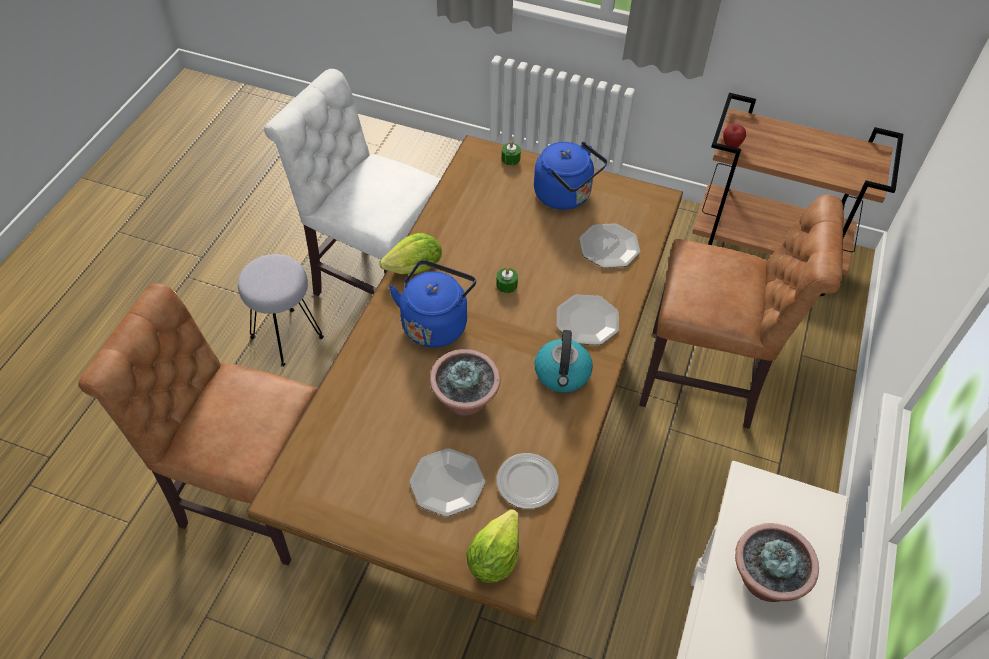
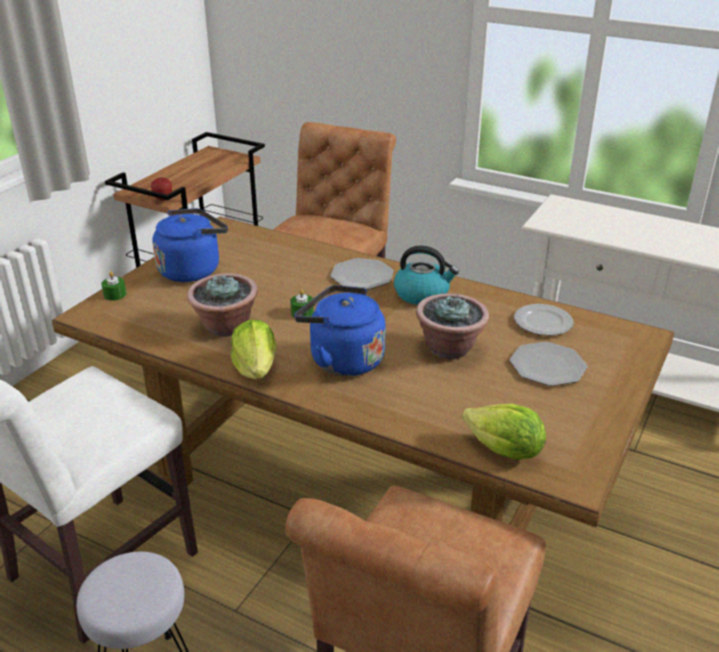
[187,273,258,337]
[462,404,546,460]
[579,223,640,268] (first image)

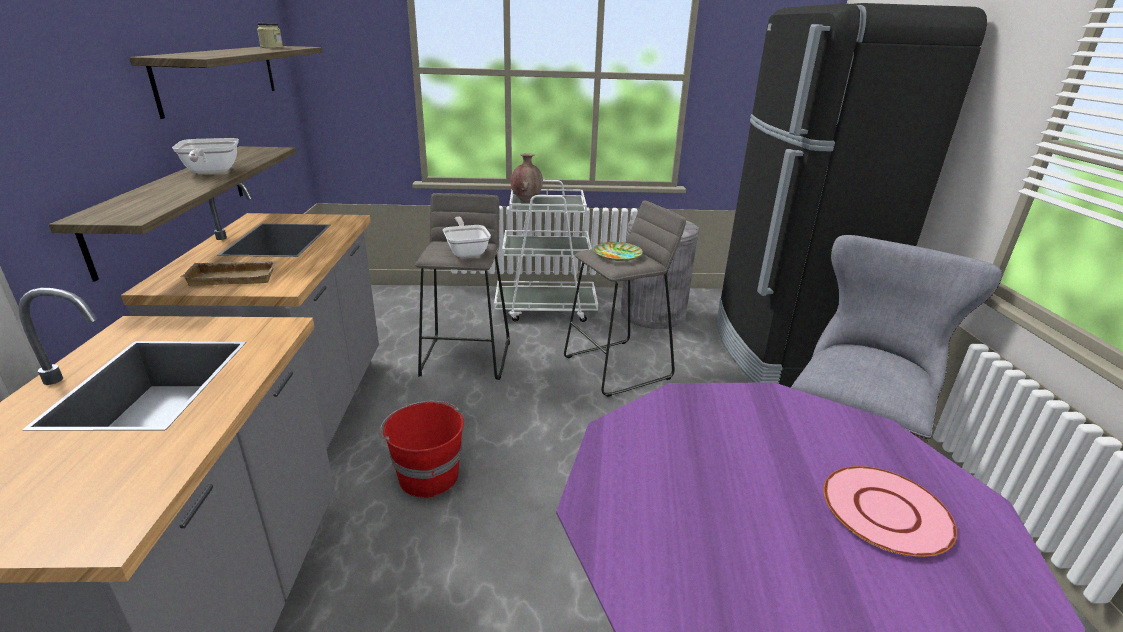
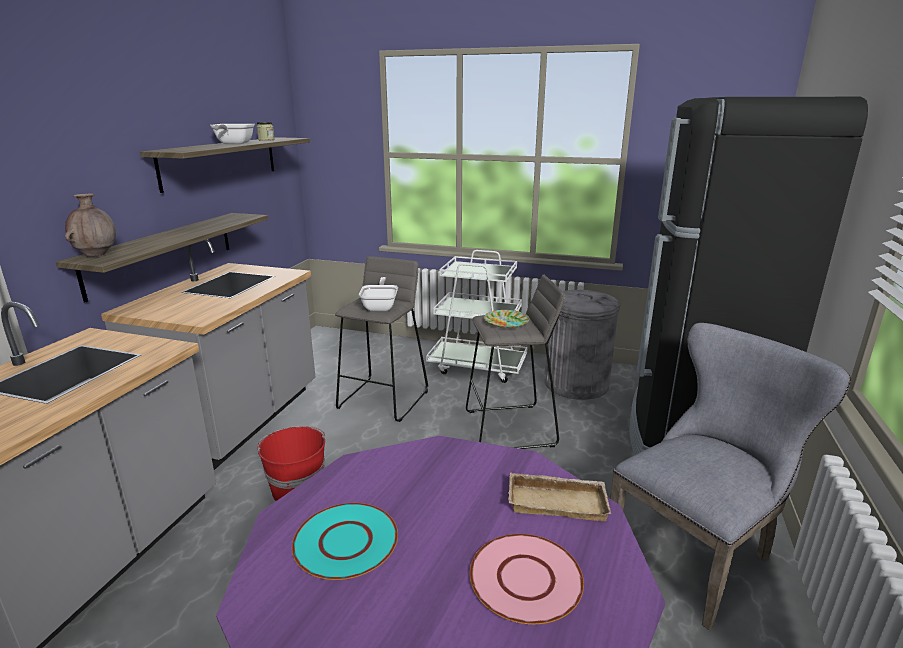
[65,193,116,257]
[210,124,255,144]
[292,503,398,580]
[508,473,611,521]

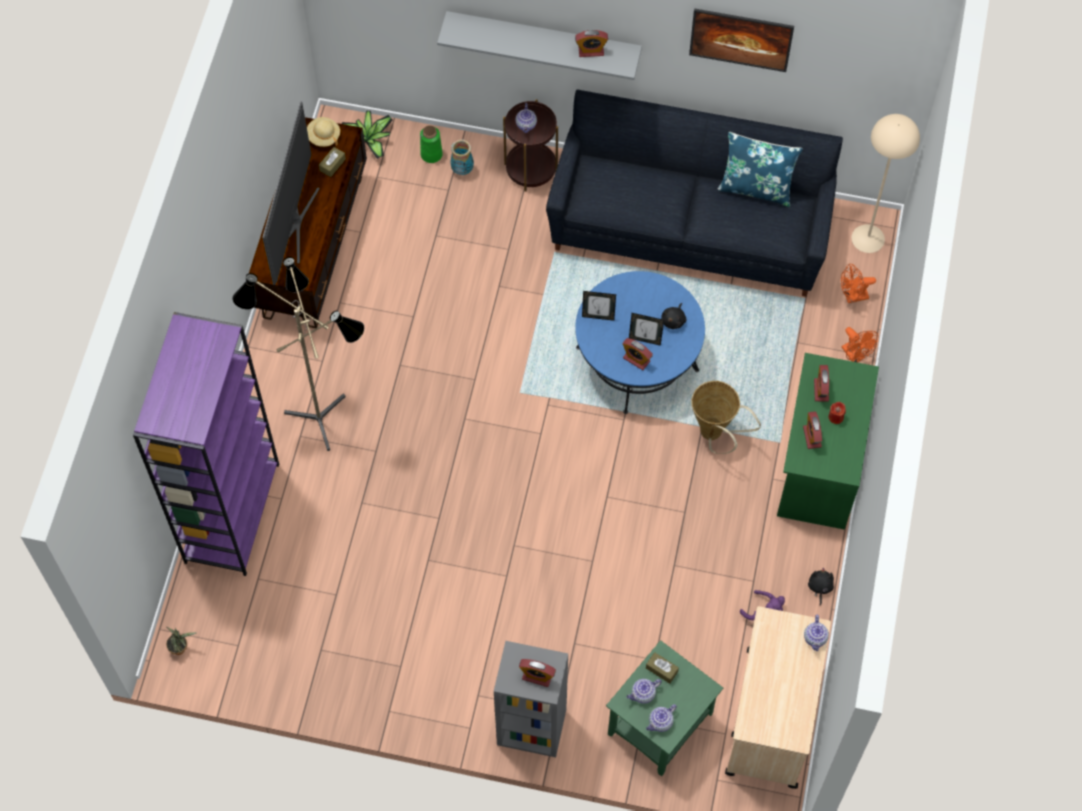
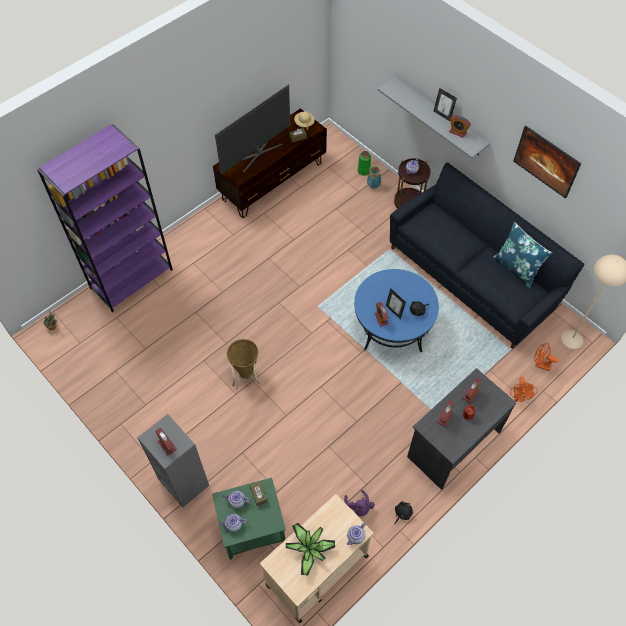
[227,339,260,387]
[286,523,335,576]
[407,368,516,490]
[434,88,457,121]
[232,257,364,451] (first image)

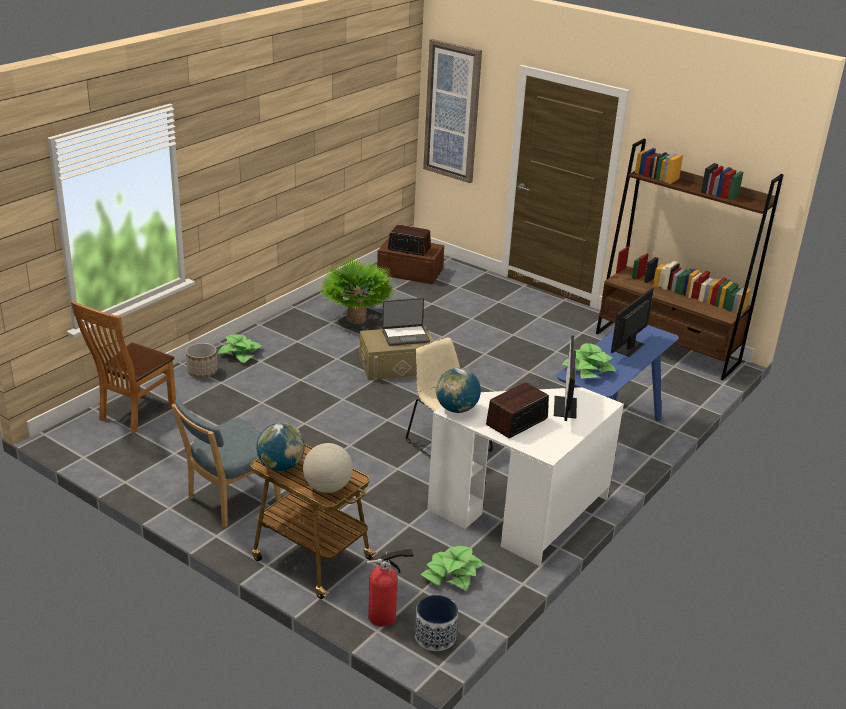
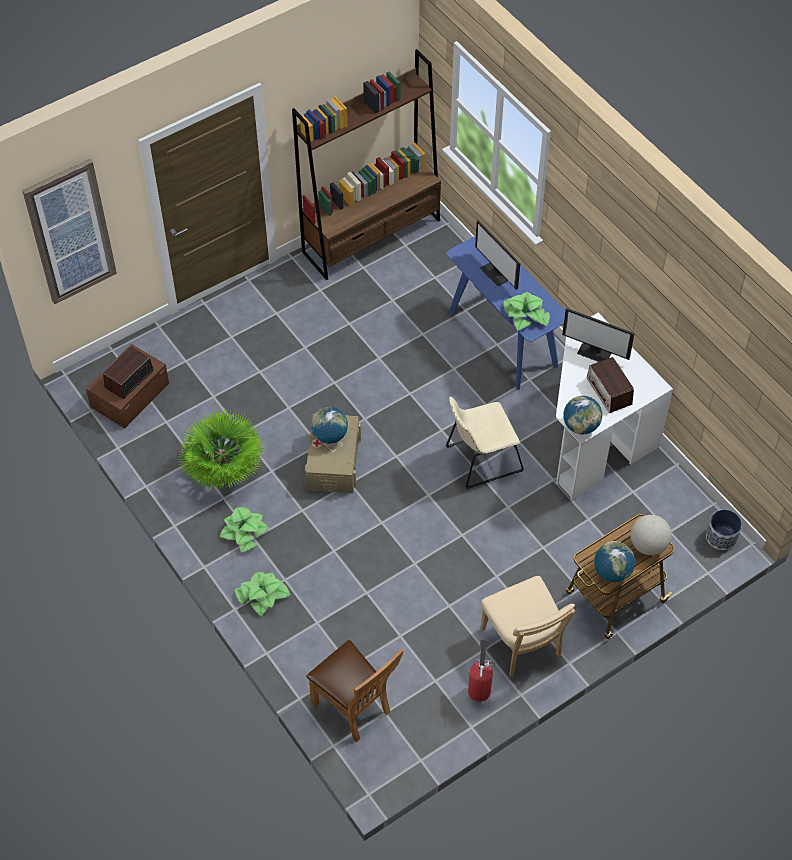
[220,507,269,552]
[311,407,348,444]
[468,640,495,702]
[481,576,576,677]
[186,343,218,378] (first image)

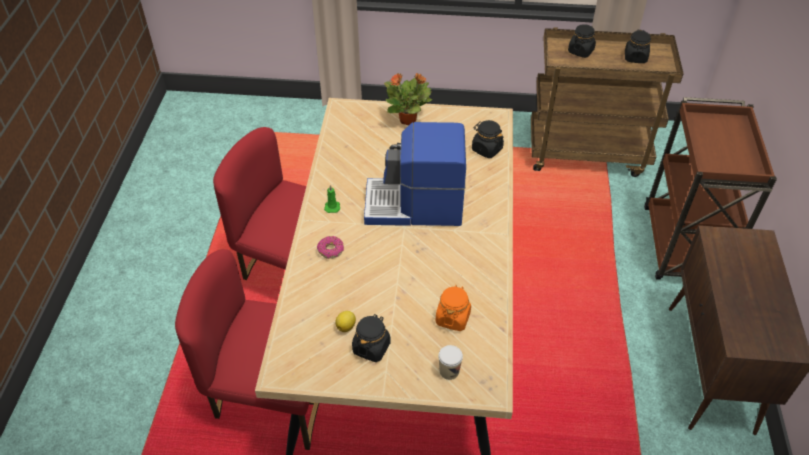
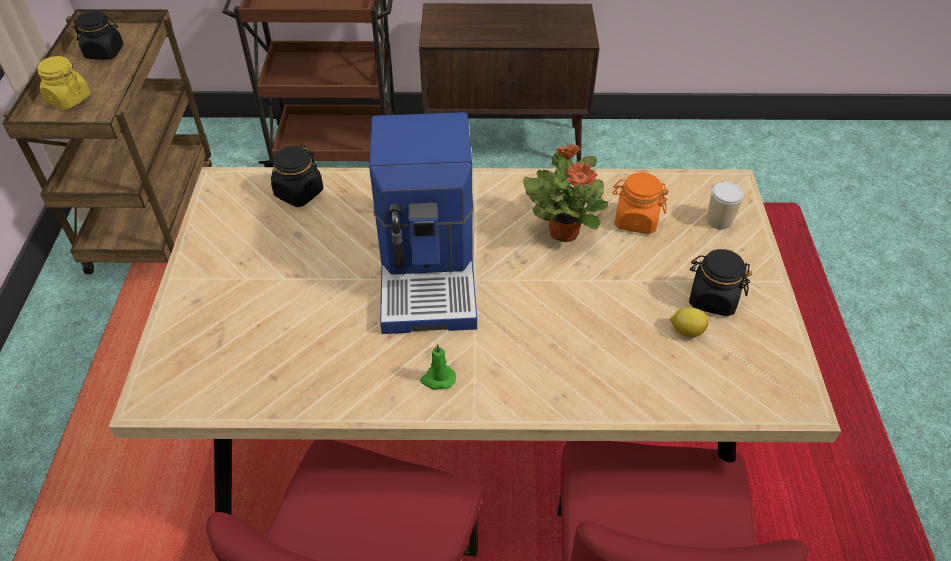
[37,56,90,110]
[523,144,608,242]
[317,236,344,259] (first image)

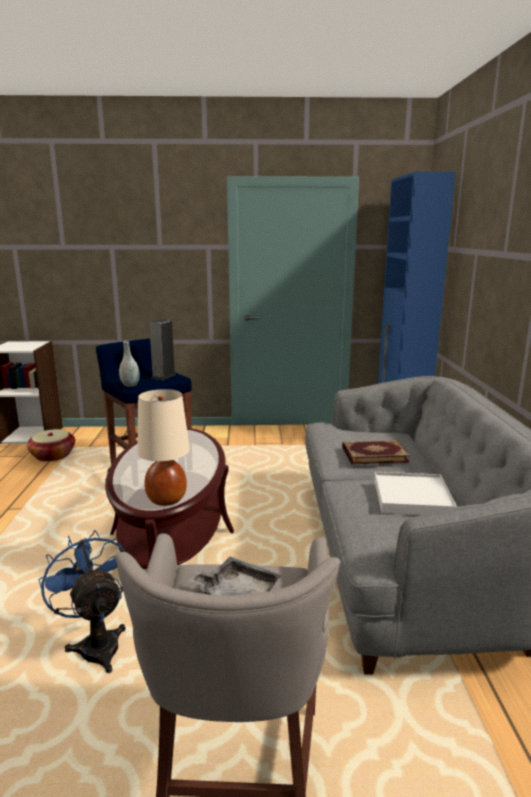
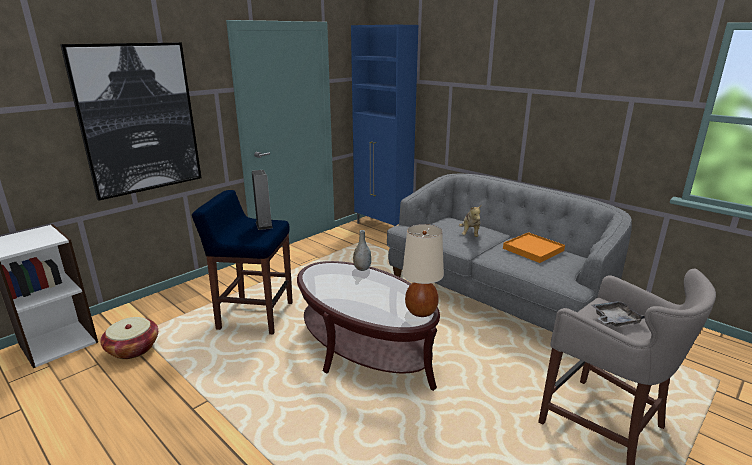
[60,43,201,201]
[353,230,372,271]
[459,204,482,237]
[503,232,565,263]
[39,530,126,673] (first image)

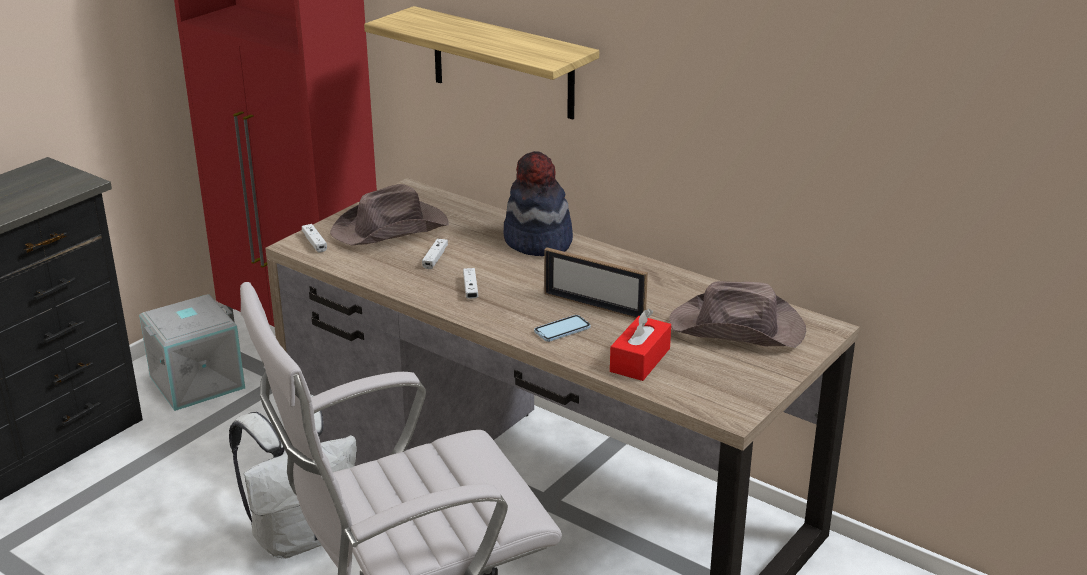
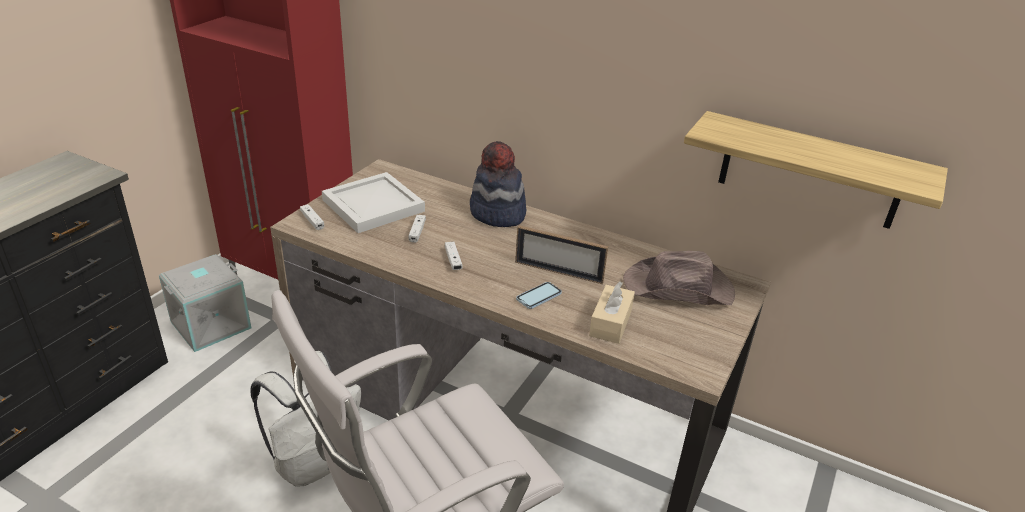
[322,172,425,233]
[589,282,635,344]
[684,111,948,229]

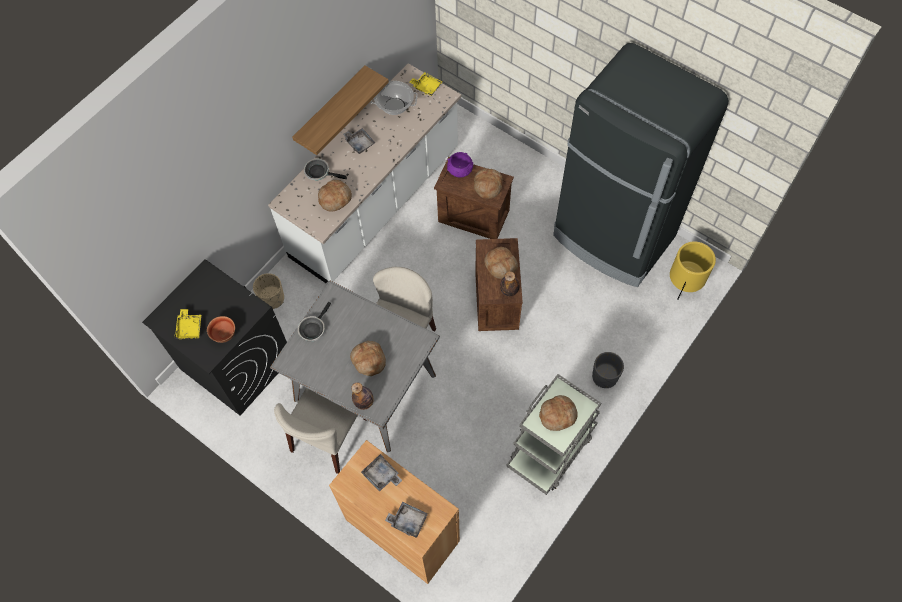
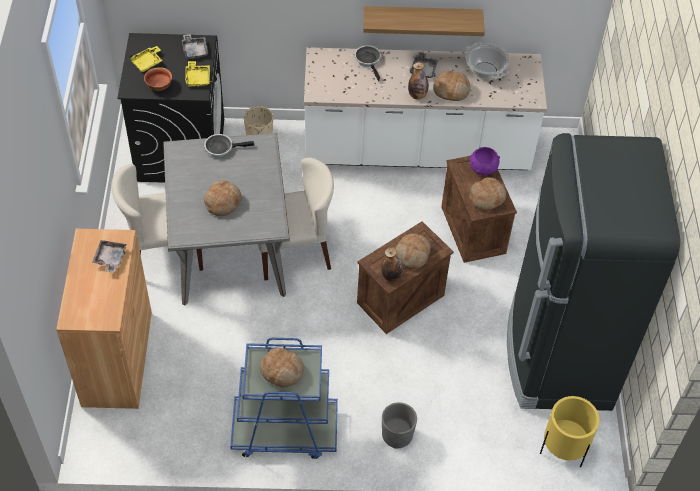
[182,34,208,59]
[185,61,210,87]
[230,338,338,459]
[408,62,429,100]
[433,71,470,101]

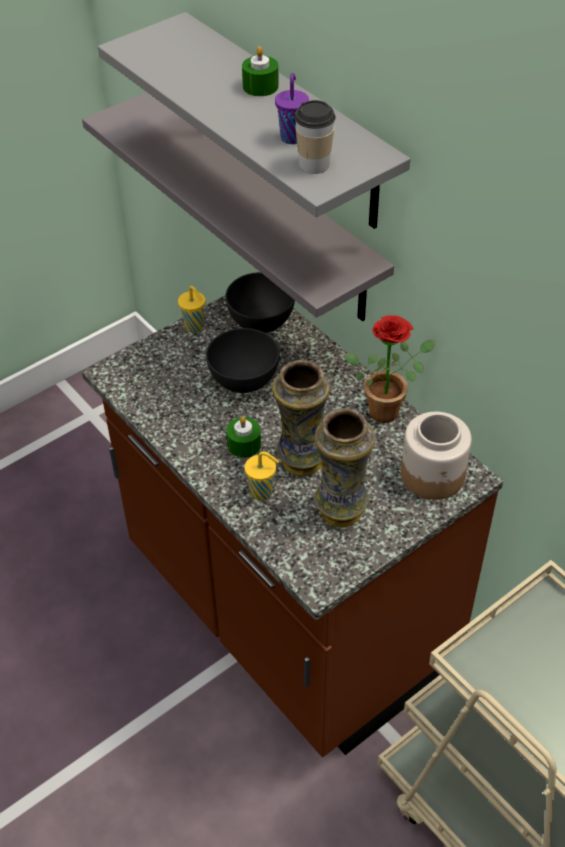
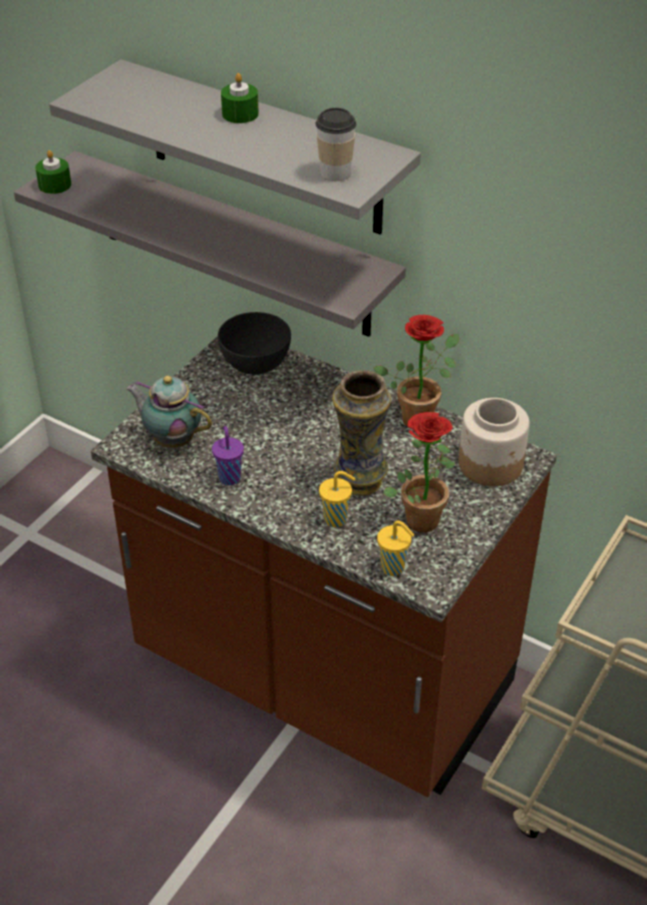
[35,150,71,194]
[126,376,212,448]
[212,426,244,485]
[377,520,414,576]
[383,412,455,533]
[206,328,280,393] (first image)

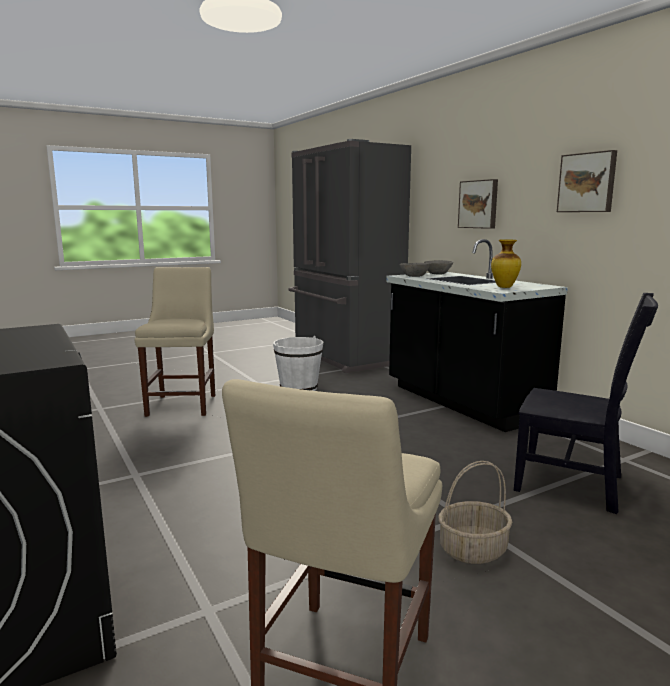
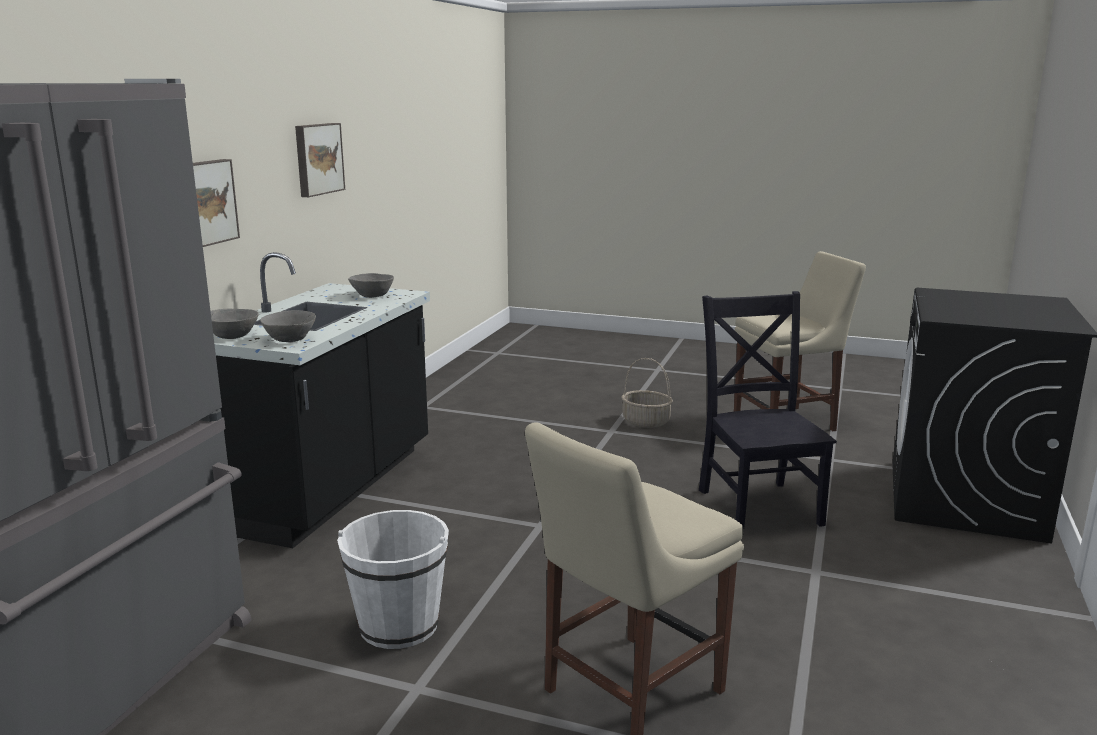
[348,273,394,298]
[699,291,837,534]

